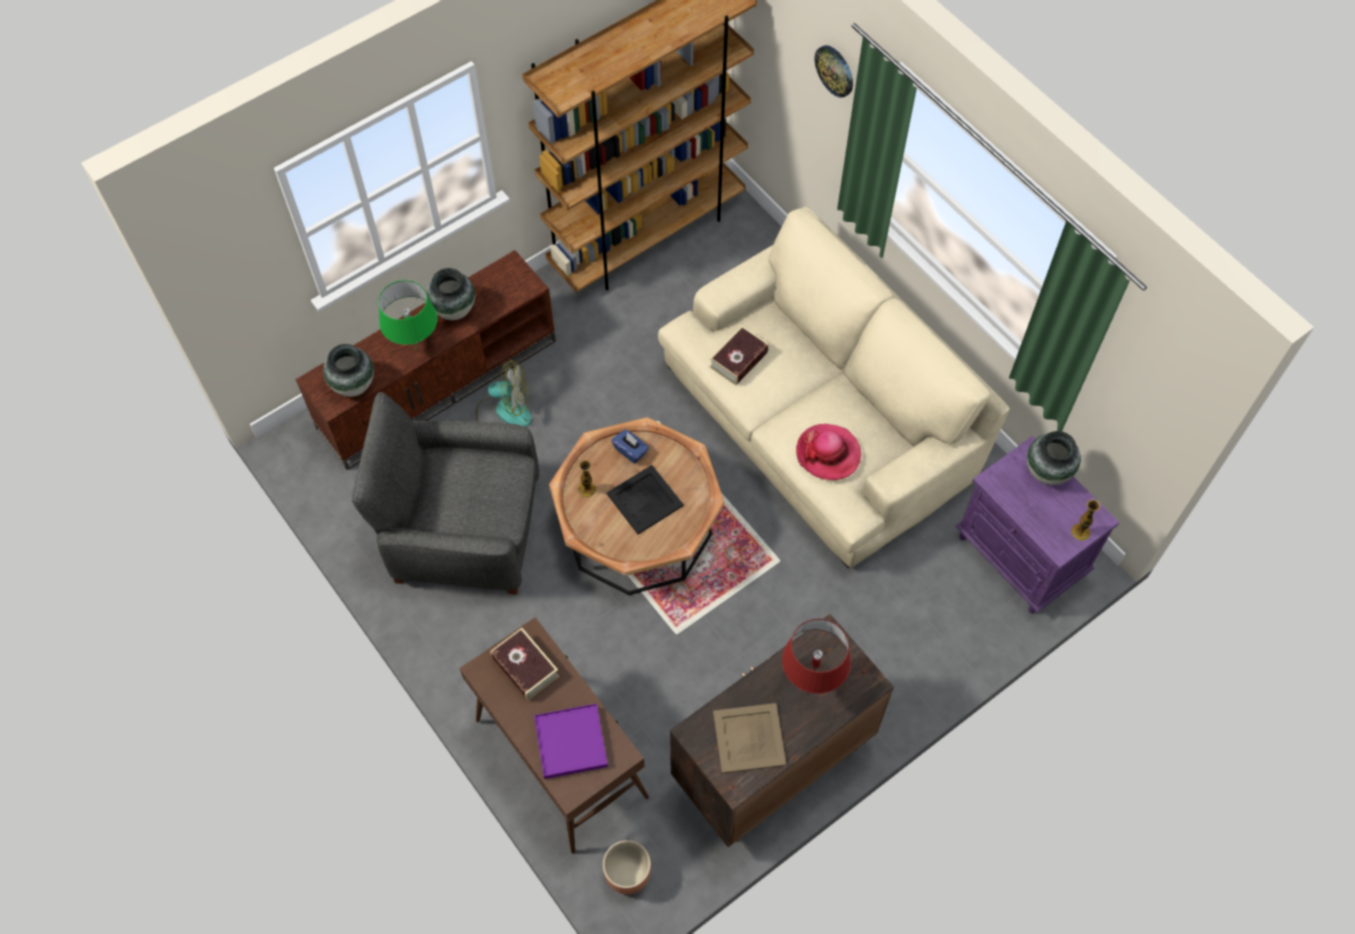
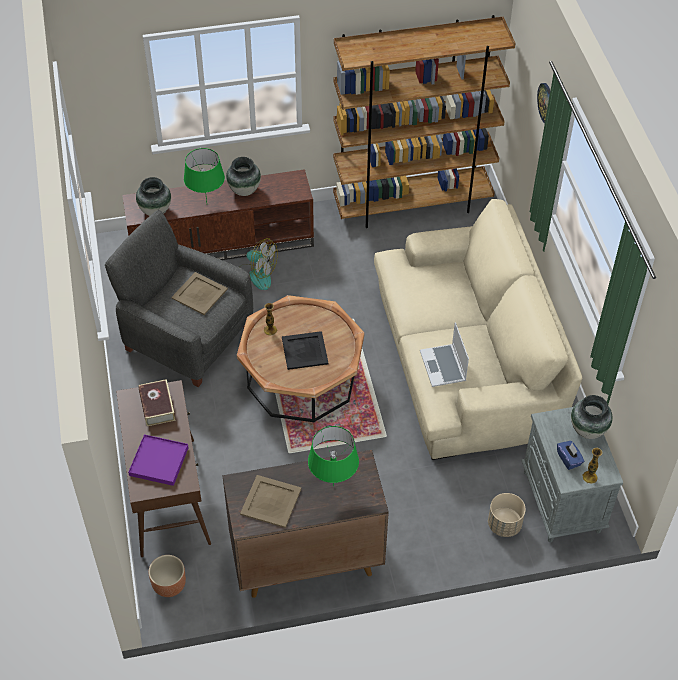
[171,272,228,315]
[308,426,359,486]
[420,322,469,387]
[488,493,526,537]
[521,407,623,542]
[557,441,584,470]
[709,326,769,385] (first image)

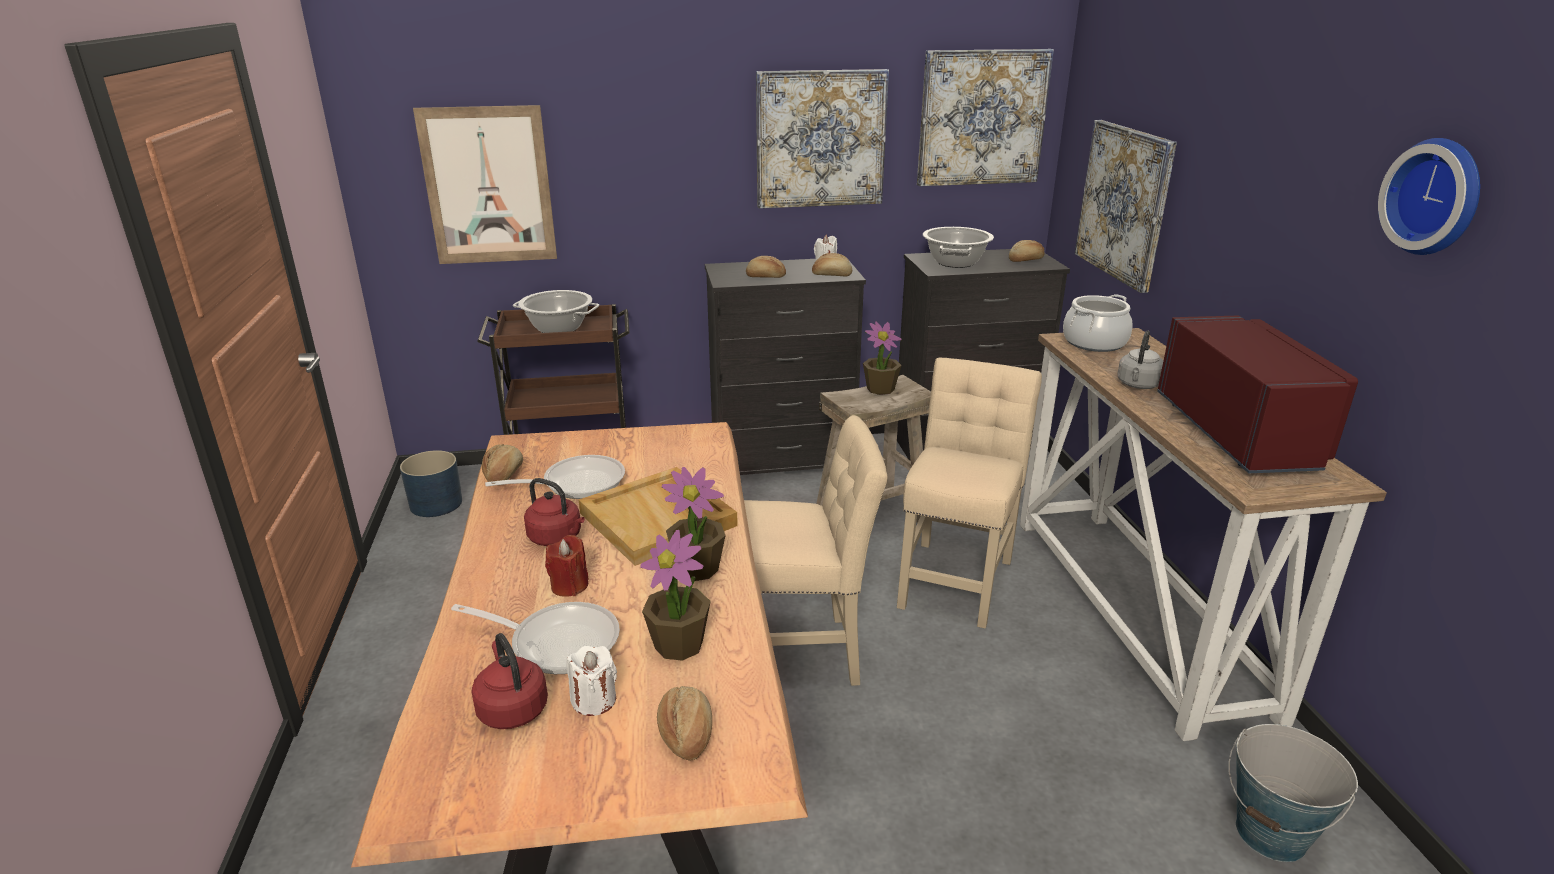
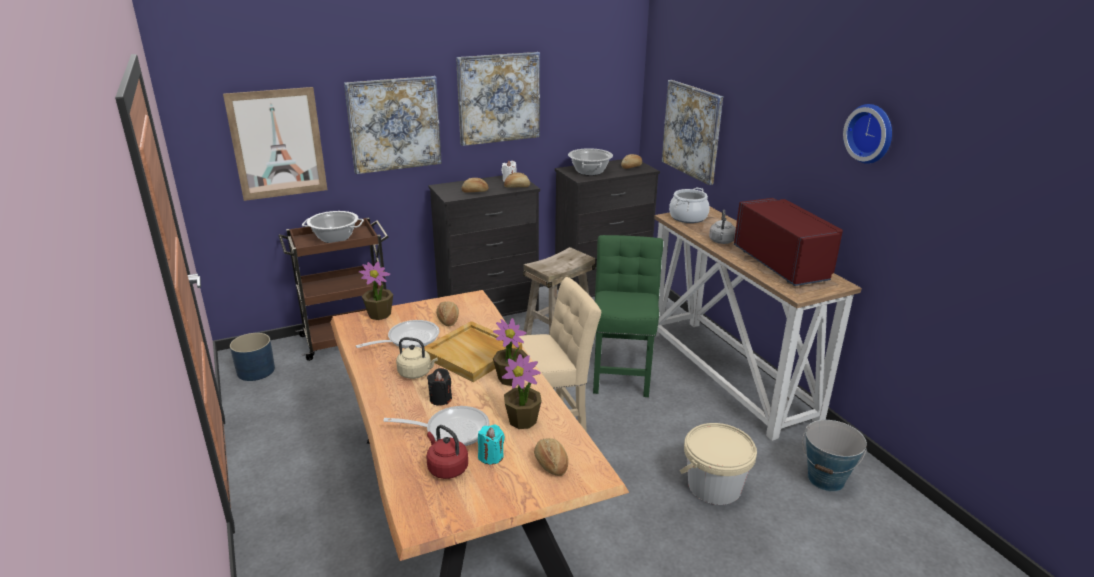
[344,76,442,174]
[359,261,393,320]
[396,337,438,379]
[427,368,452,406]
[436,301,459,326]
[478,424,505,465]
[593,235,663,397]
[680,423,757,505]

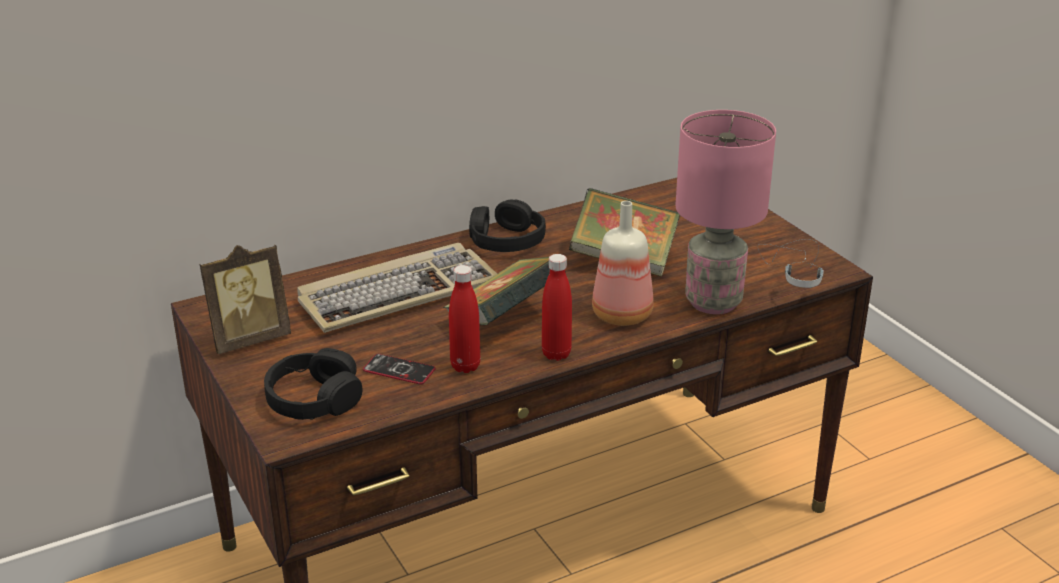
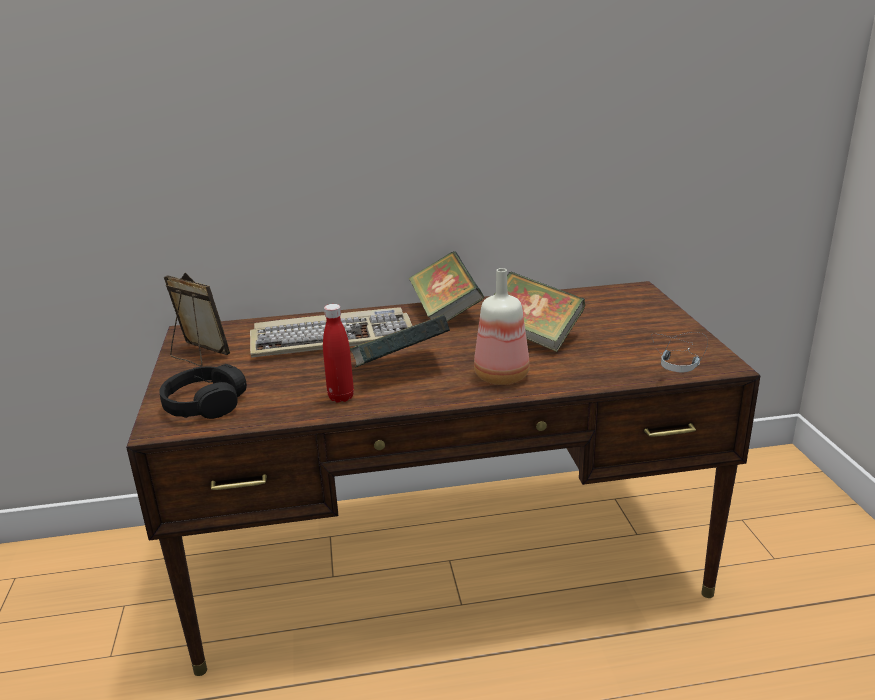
[164,273,230,366]
[409,251,484,322]
[363,354,436,385] (first image)
[542,254,572,361] (first image)
[675,110,776,314] (first image)

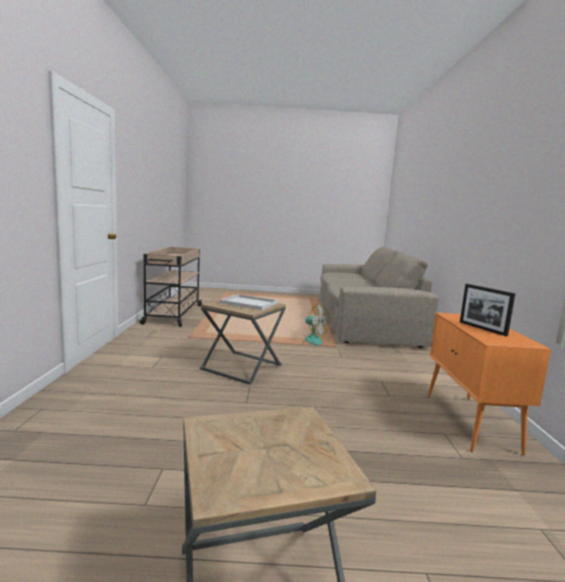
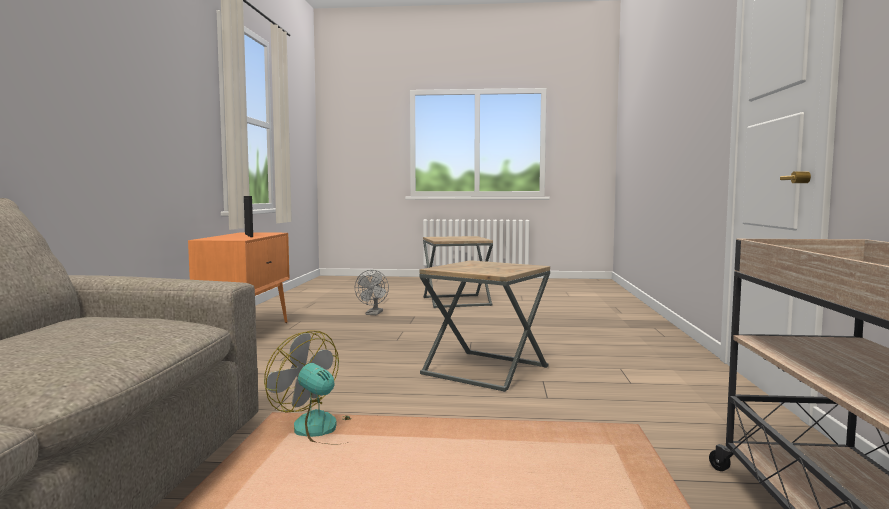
[355,270,389,315]
[220,294,278,310] (first image)

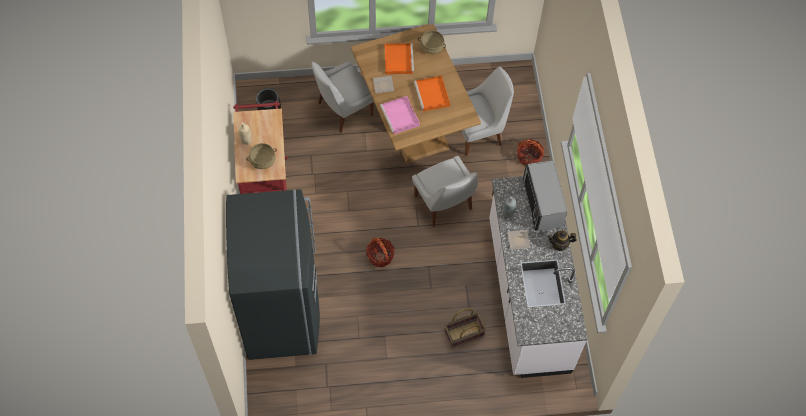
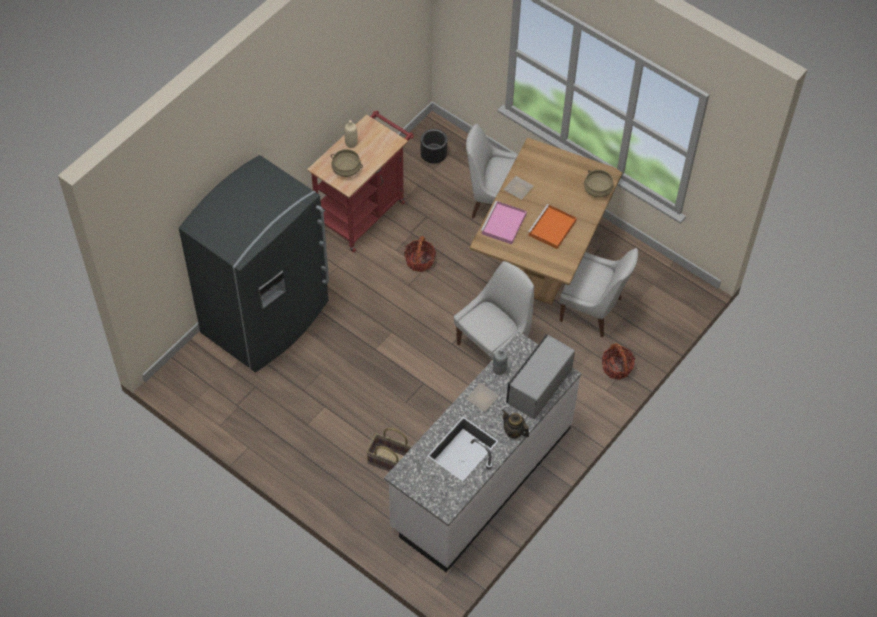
[404,236,436,272]
[454,261,534,360]
[385,43,414,74] (first image)

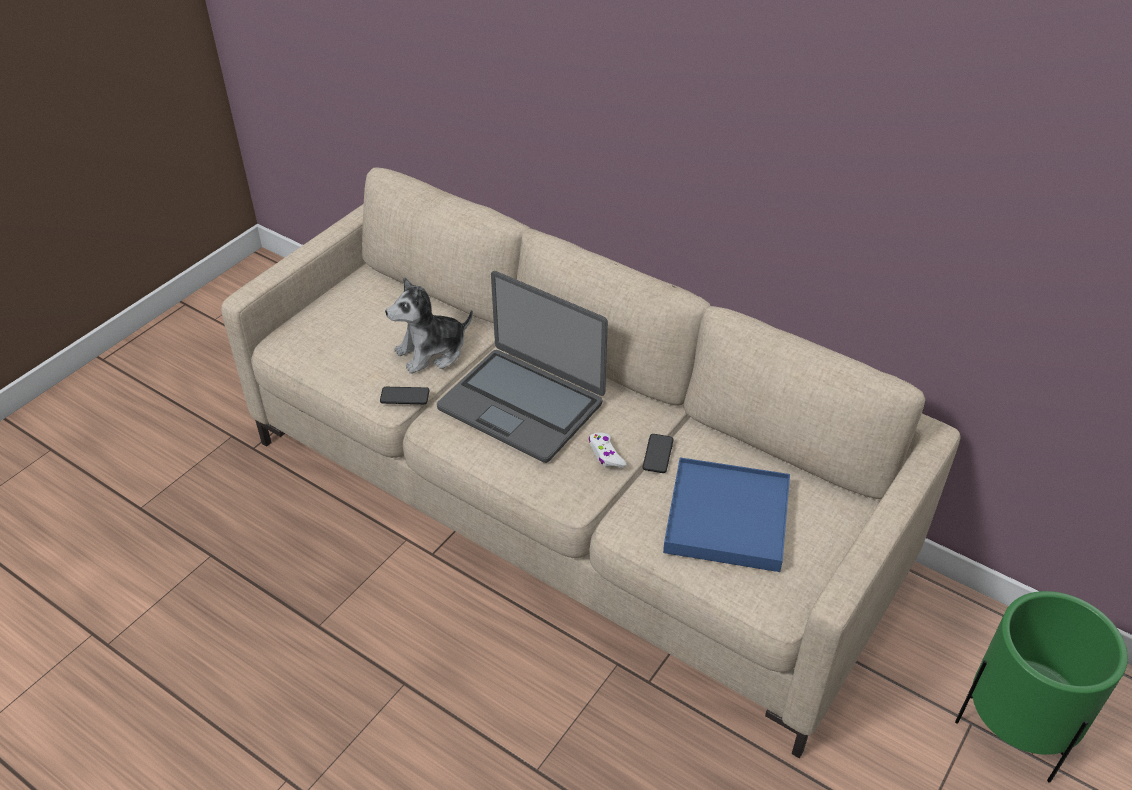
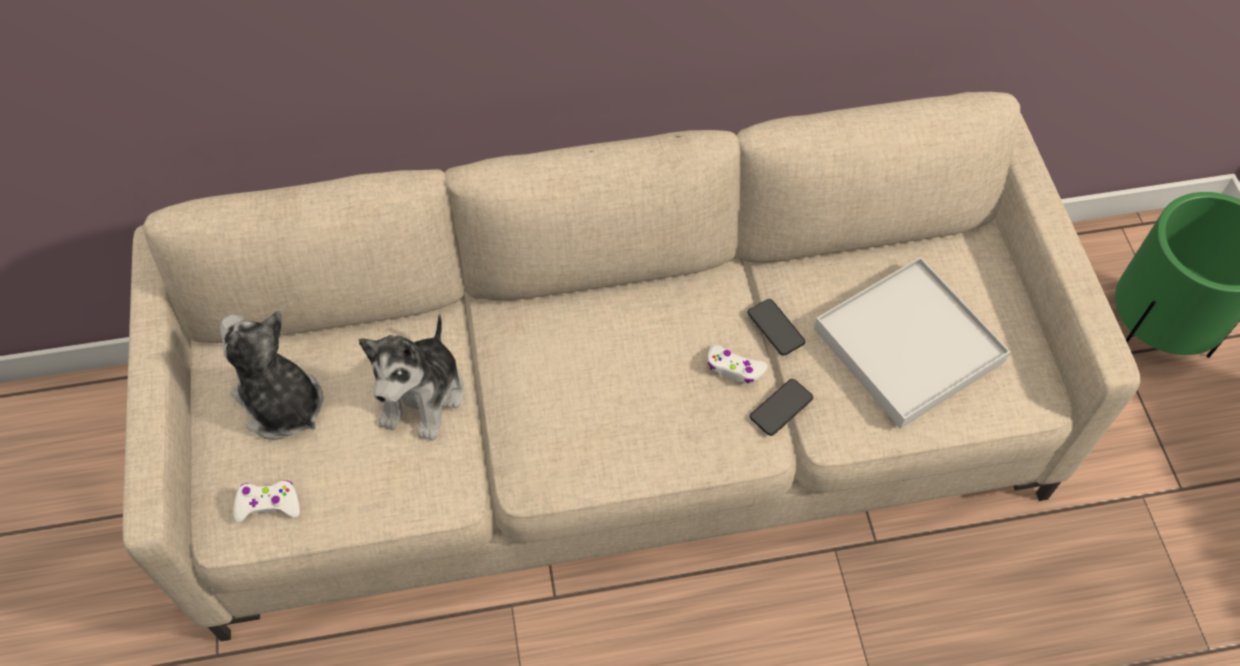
[220,310,323,440]
[233,480,300,522]
[750,379,813,436]
[814,257,1011,429]
[437,271,608,463] (first image)

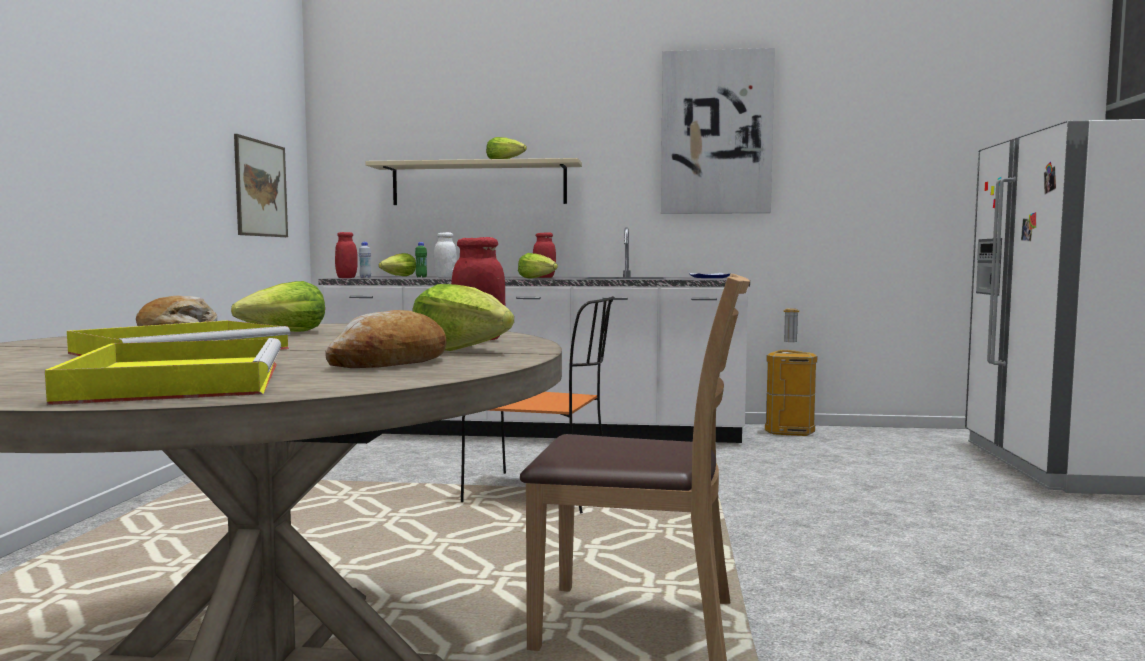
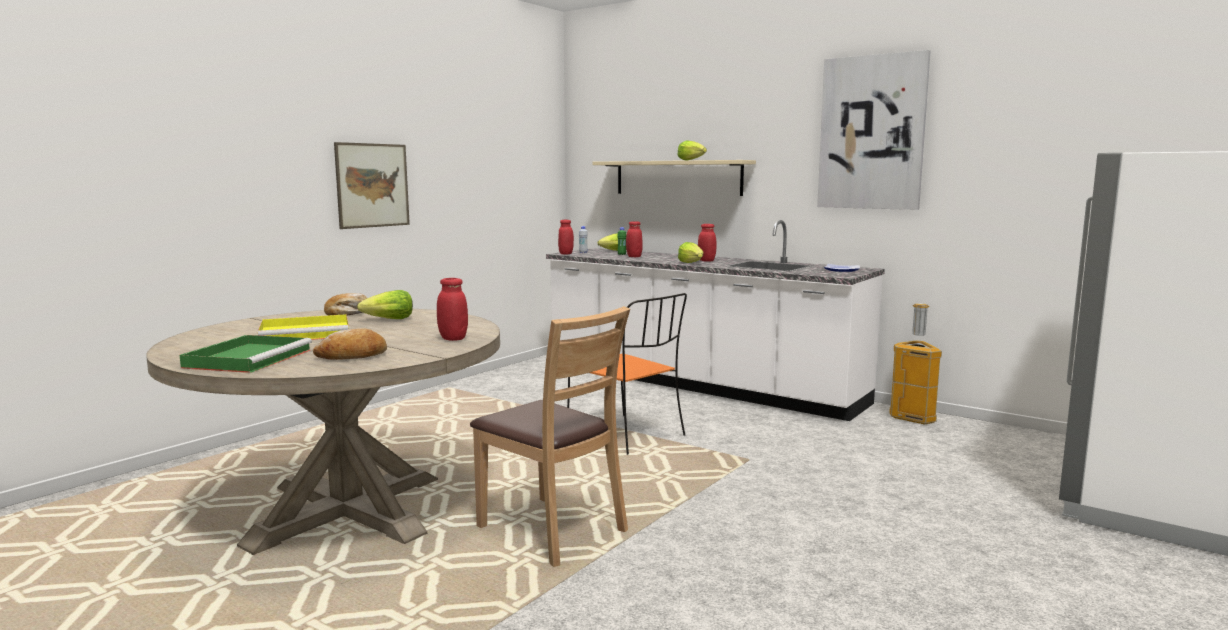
[180,335,312,373]
[334,142,410,229]
[626,221,643,257]
[413,284,514,351] (first image)

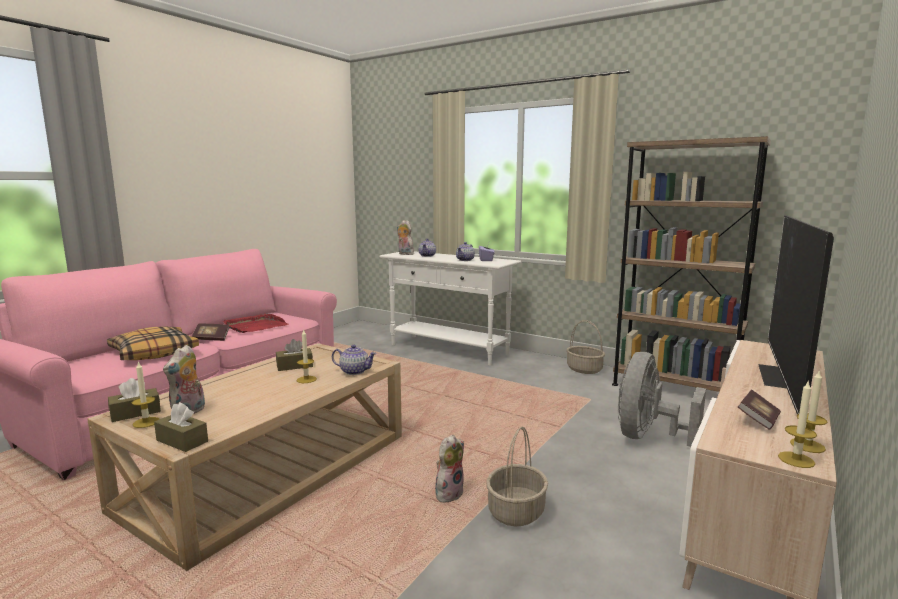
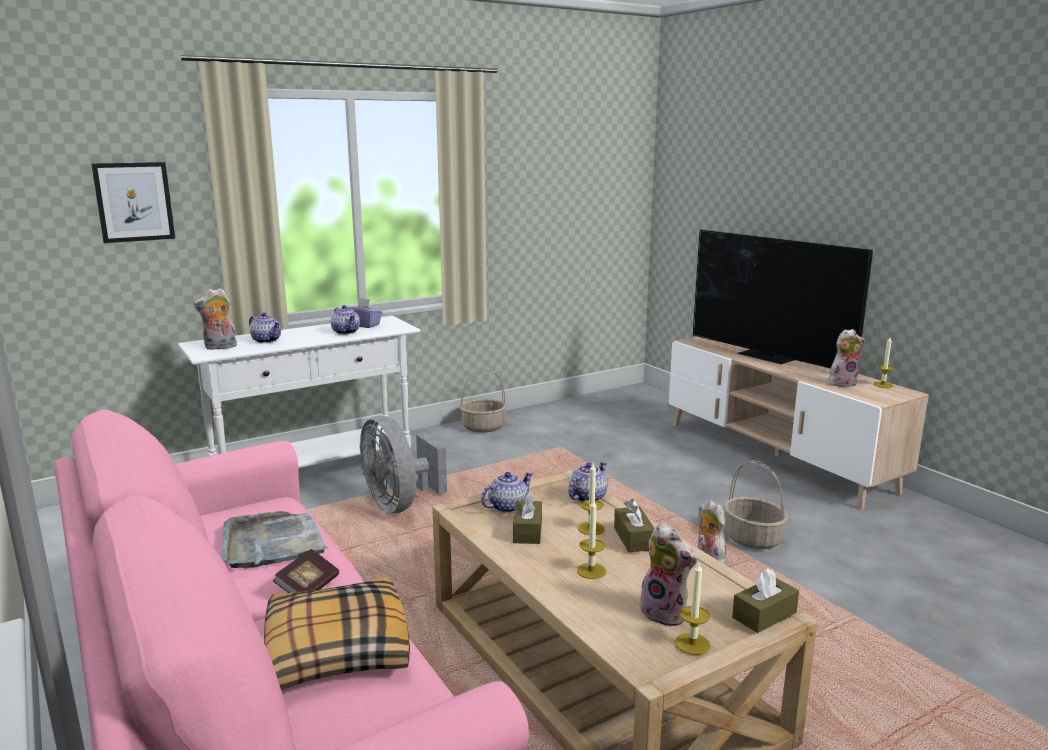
[91,162,175,243]
[221,511,328,569]
[360,416,447,514]
[481,472,533,513]
[577,498,606,579]
[614,499,654,552]
[829,329,865,387]
[612,136,771,392] (first image)

